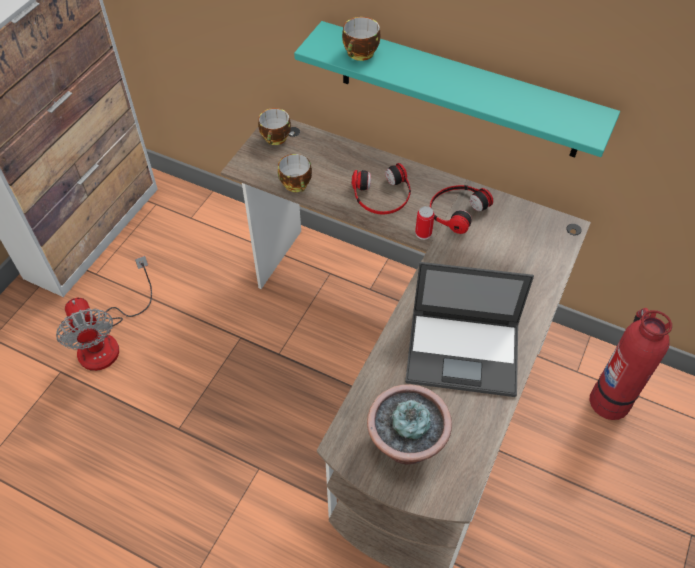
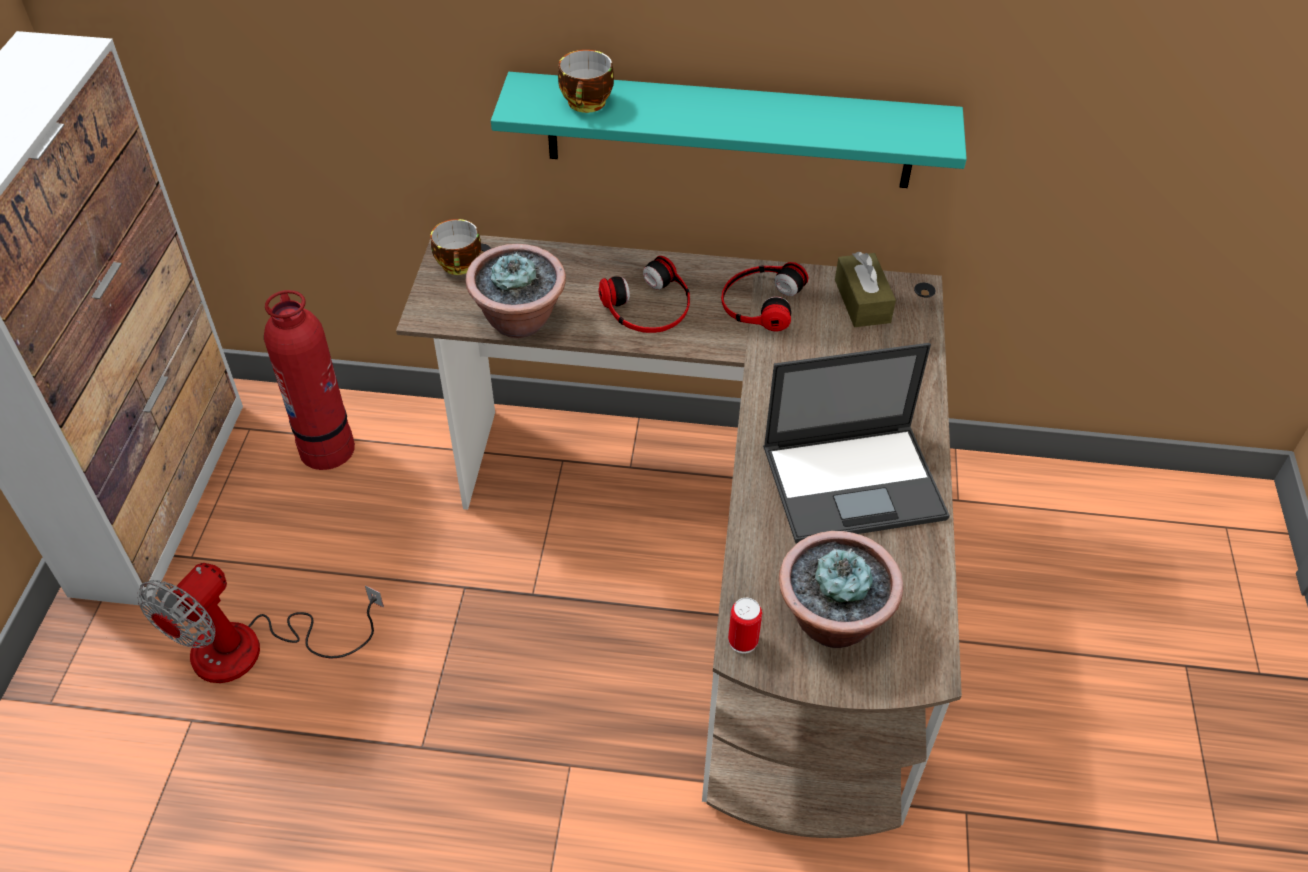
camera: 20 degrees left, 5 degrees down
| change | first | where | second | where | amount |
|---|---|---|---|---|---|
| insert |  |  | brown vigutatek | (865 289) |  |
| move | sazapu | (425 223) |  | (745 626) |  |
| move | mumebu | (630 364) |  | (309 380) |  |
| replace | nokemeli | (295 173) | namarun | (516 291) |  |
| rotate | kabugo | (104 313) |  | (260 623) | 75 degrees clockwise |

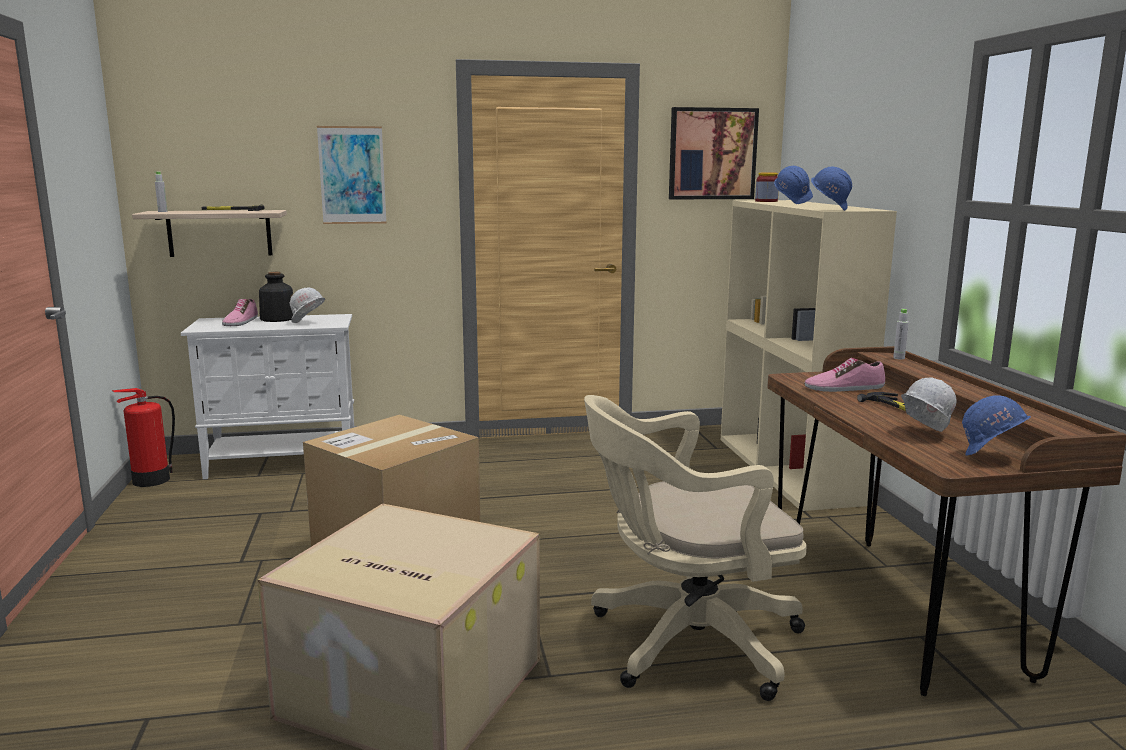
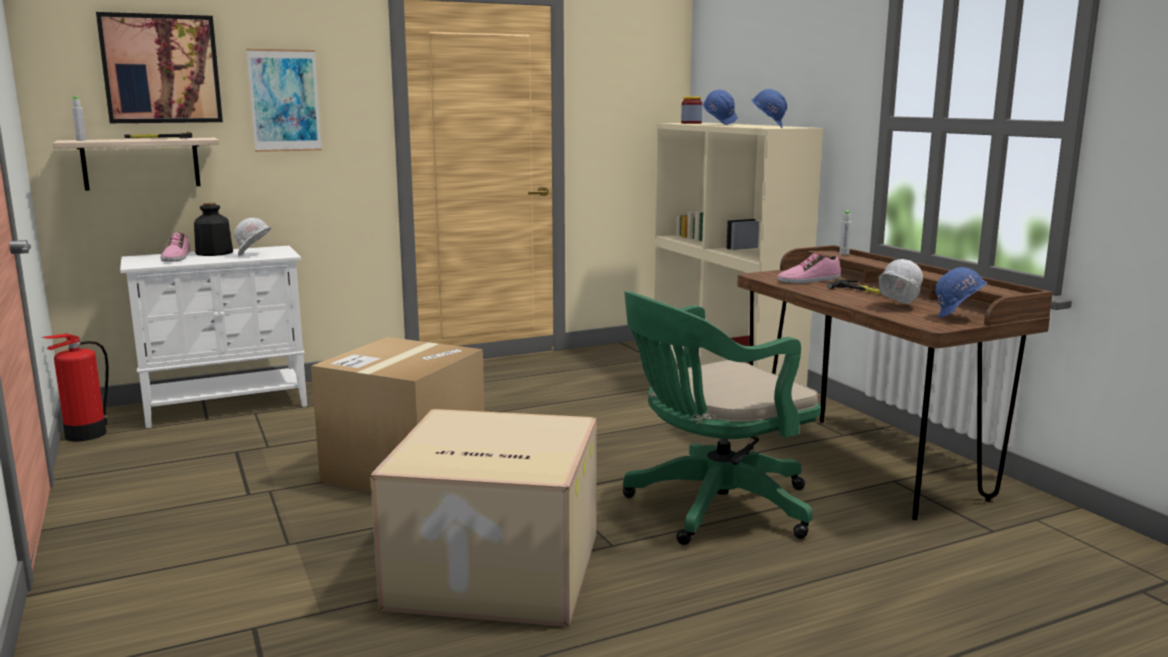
camera: 15 degrees left, 0 degrees up
| change | first | where | second | where | amount |
|---|---|---|---|---|---|
| move | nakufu | (714 153) |  | (159 67) |  |
| recolor | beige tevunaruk | (695 548) | green tevunaruk | (722 418) |  |

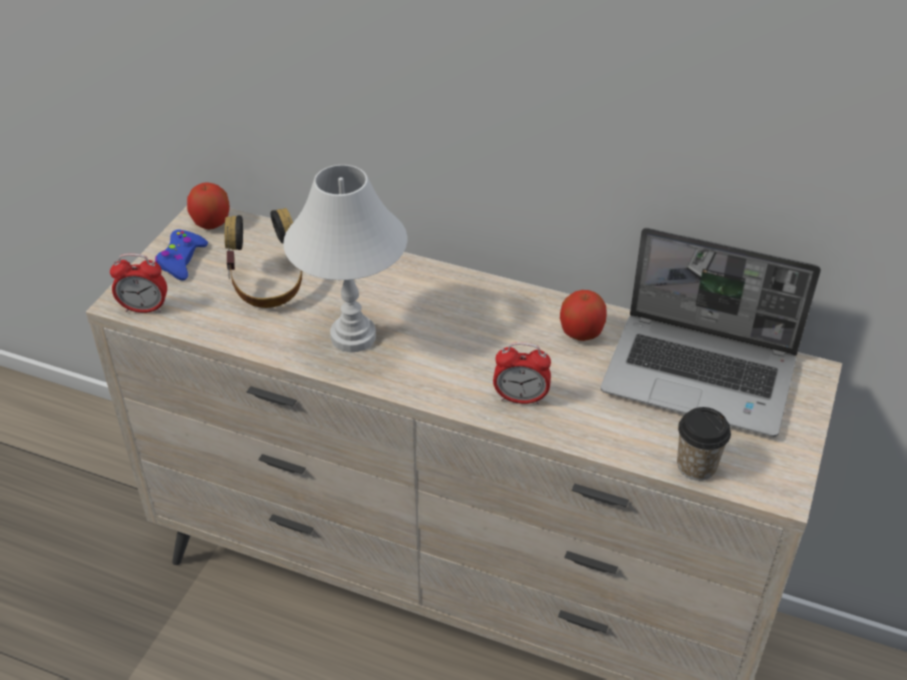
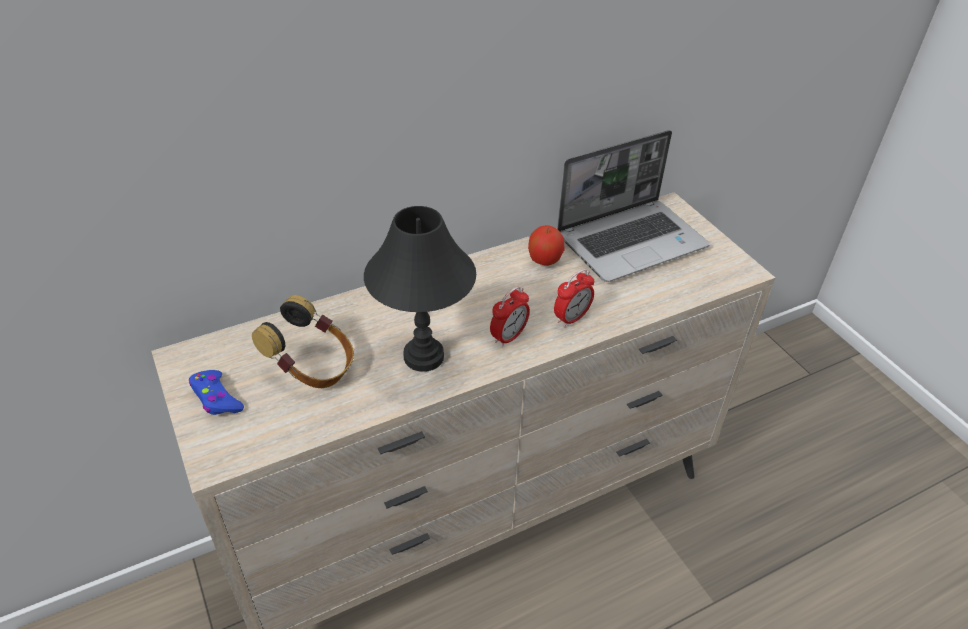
camera: 50 degrees left, 0 degrees up
| change | first | where | second | where | amount |
|---|---|---|---|---|---|
| delete | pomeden | (208 206) |  |  |  |
| delete | nokemeli | (704 444) |  |  |  |
| move | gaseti | (138 283) |  | (510 317) |  |
| recolor | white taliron | (345 258) | black taliron | (420 289) |  |

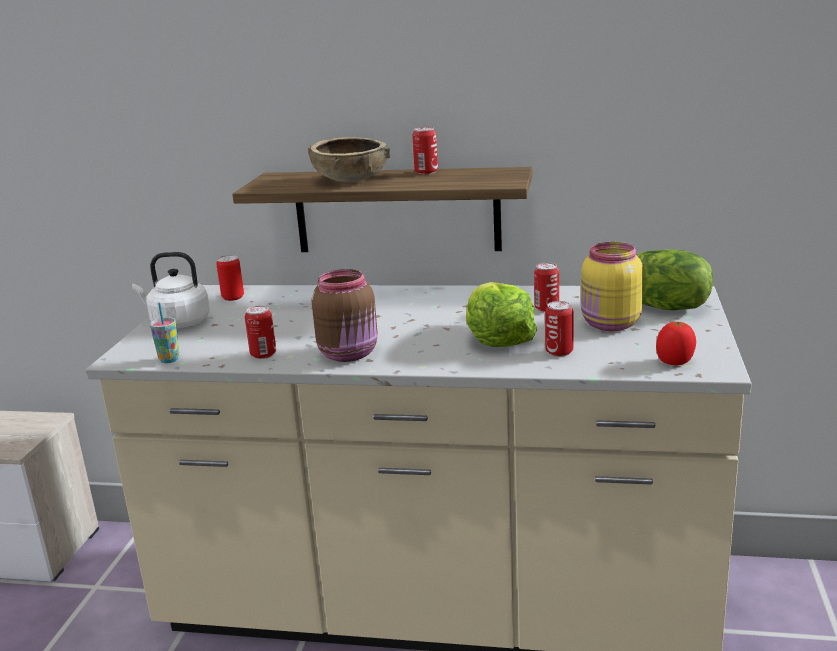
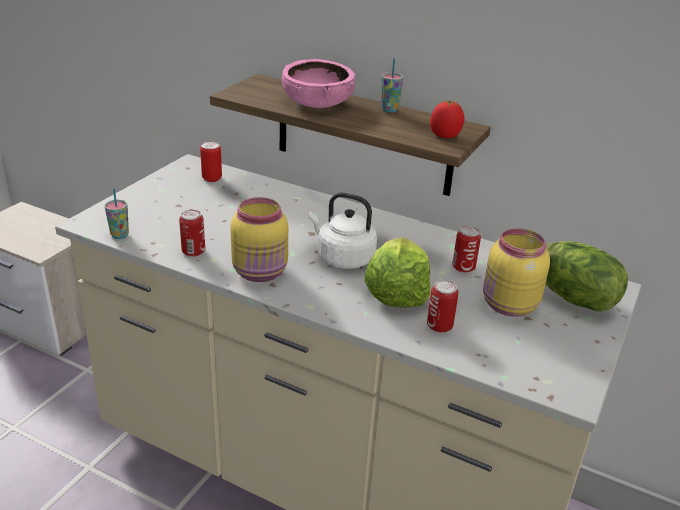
camera: 15 degrees right, 10 degrees up
| change | first | where | second | where | amount |
|---|---|---|---|---|---|
| move | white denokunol | (171 290) |  | (342 230) |  |
| move | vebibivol | (676 343) |  | (447 119) |  |
| replace | sazapu | (425 150) | nokemeli | (392 85) |  |
| recolor | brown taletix | (349 159) | pink taletix | (318 83) |  |
| recolor | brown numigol | (345 315) | yellow numigol | (259 239) |  |

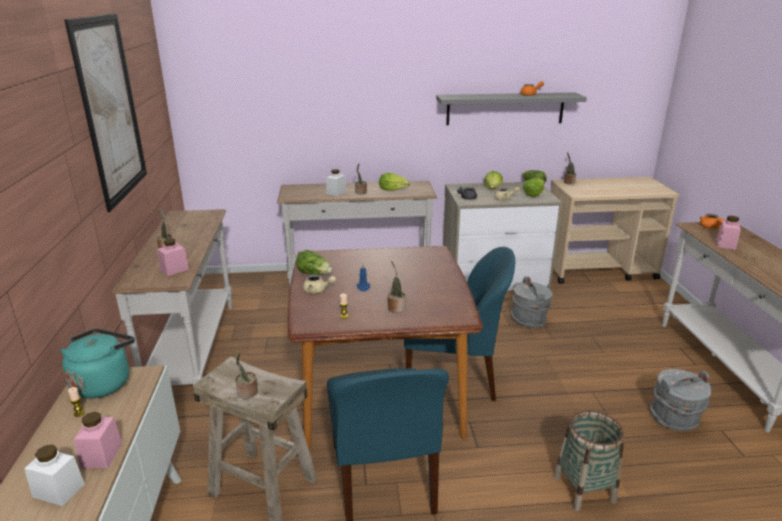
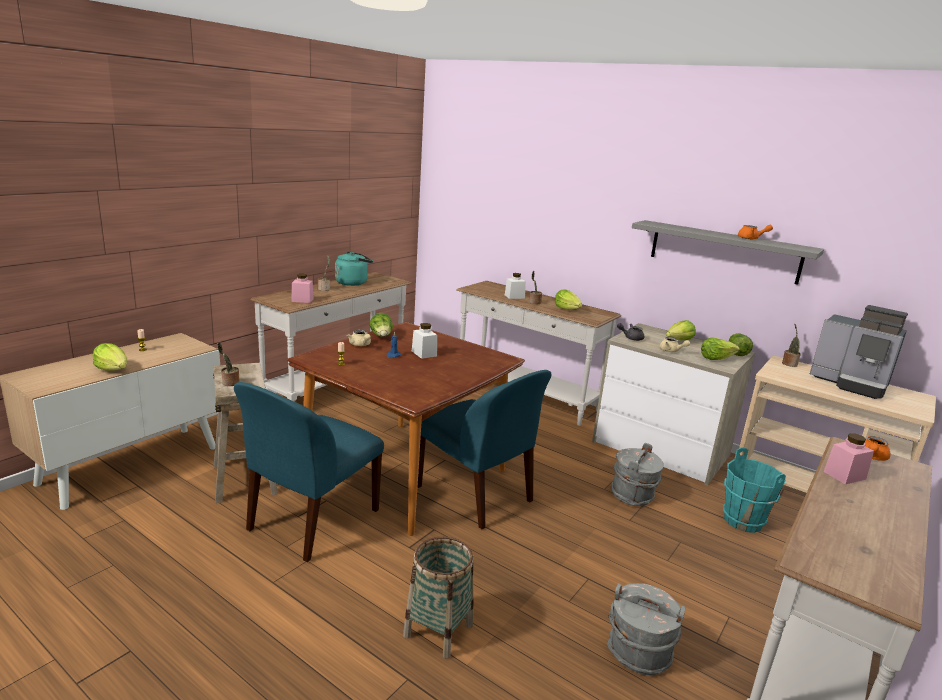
camera: 40 degrees right, 5 degrees down
| change | first | where | second | where | amount |
|---|---|---|---|---|---|
| delete | nakufu | (105 112) |  |  |  |
| delete | namarun | (396 287) |  |  |  |
| insert |  |  | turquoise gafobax | (754 490) |  |
| insert |  |  | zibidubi | (859 352) |  |
| move | white numigol | (54 475) |  | (424 341) |  |
| move | turquoise denokunol | (98 364) |  | (354 268) |  |
| replace | pink numigol | (98 440) | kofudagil | (110 357) |  |

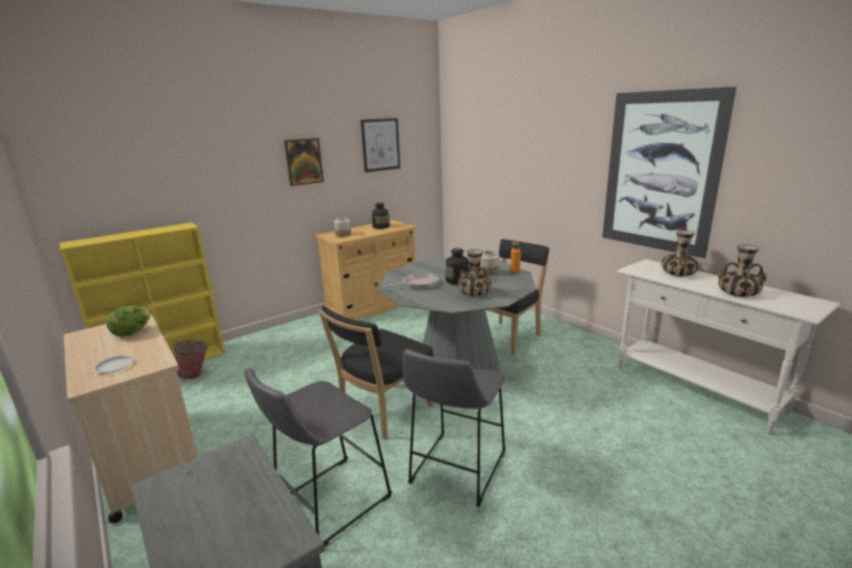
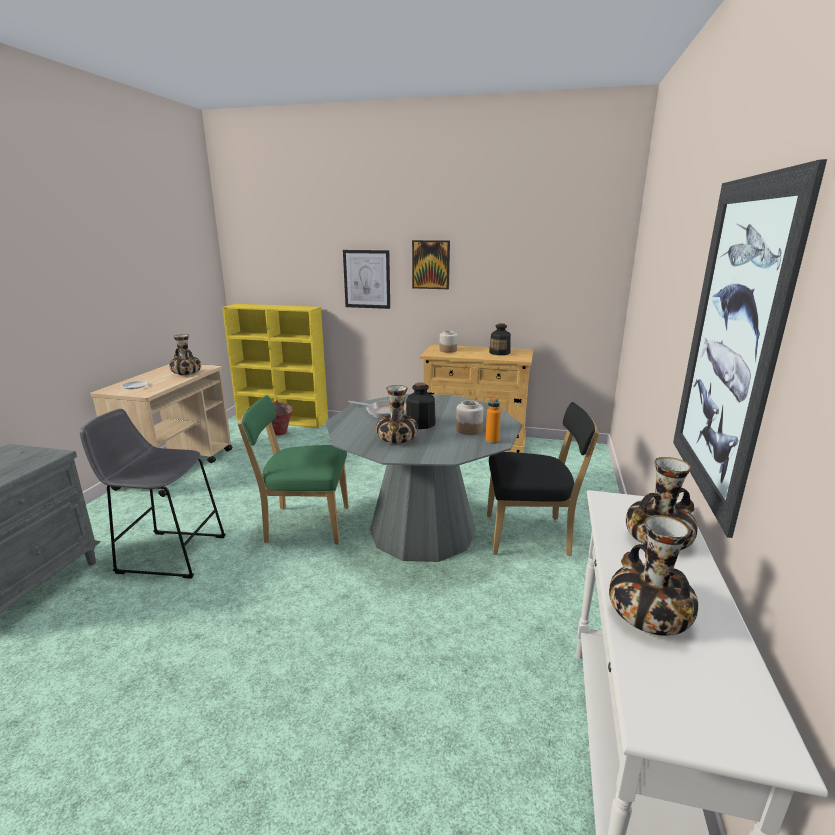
camera: 50 degrees right, 0 degrees up
| change | first | where | second | where | amount |
|---|---|---|---|---|---|
| delete | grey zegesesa | (454 428) |  |  |  |
| move | nakufu | (380 145) |  | (366 279) |  |
| replace | kofudagil | (128 321) | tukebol | (185 354) |  |
| recolor | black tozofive | (376 372) | green tozofive | (293 469) |  |

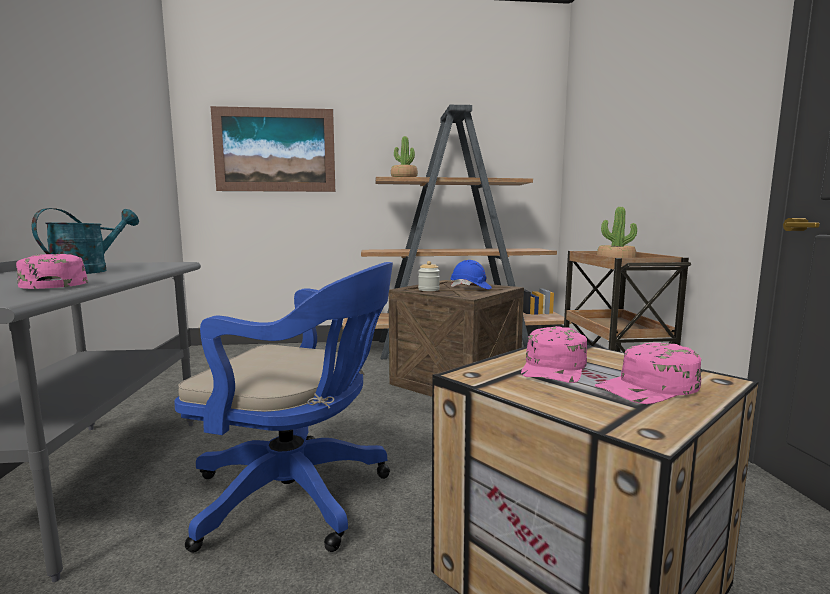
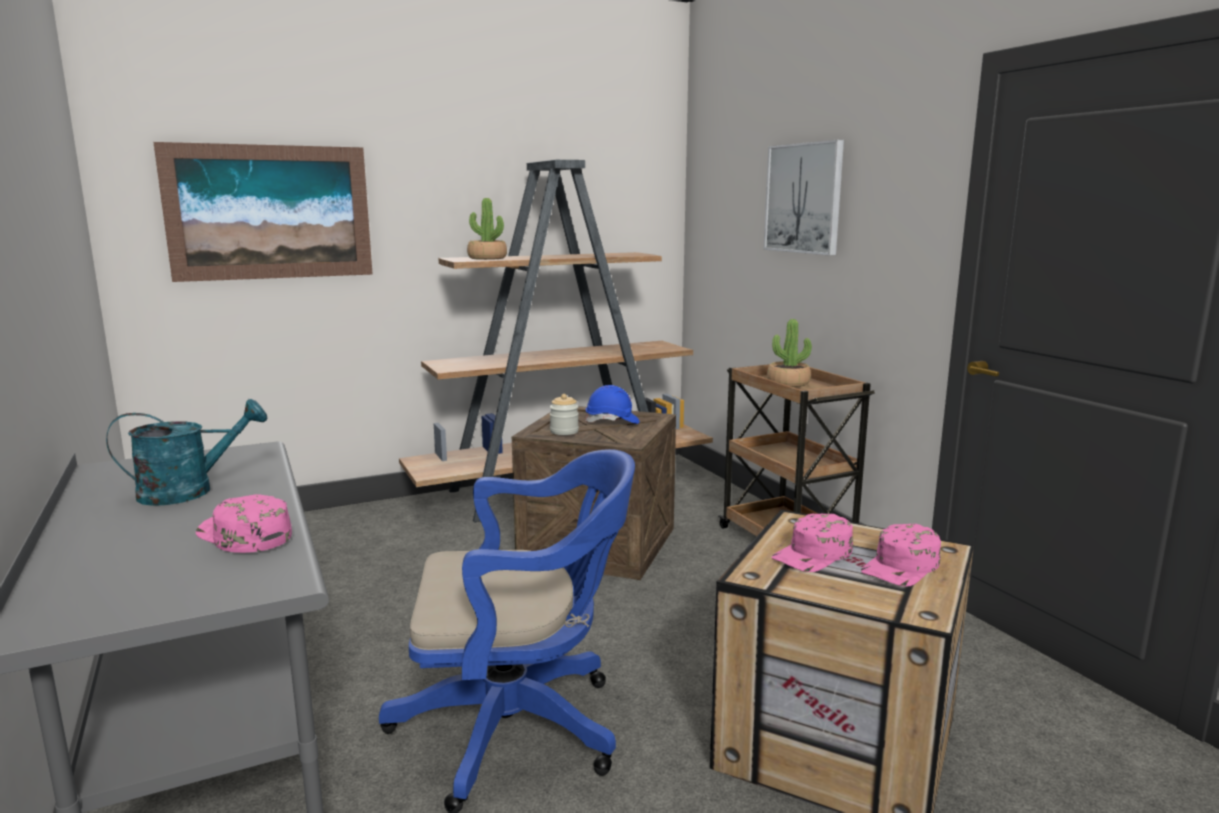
camera: 20 degrees left, 5 degrees up
| change | first | where | second | where | amount |
|---|---|---|---|---|---|
| insert |  |  | nakufu | (803 198) |  |
| rotate | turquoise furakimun | (85 241) |  | (186 452) | 60 degrees clockwise |
| rotate | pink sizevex | (554 354) |  | (812 543) | 45 degrees clockwise |

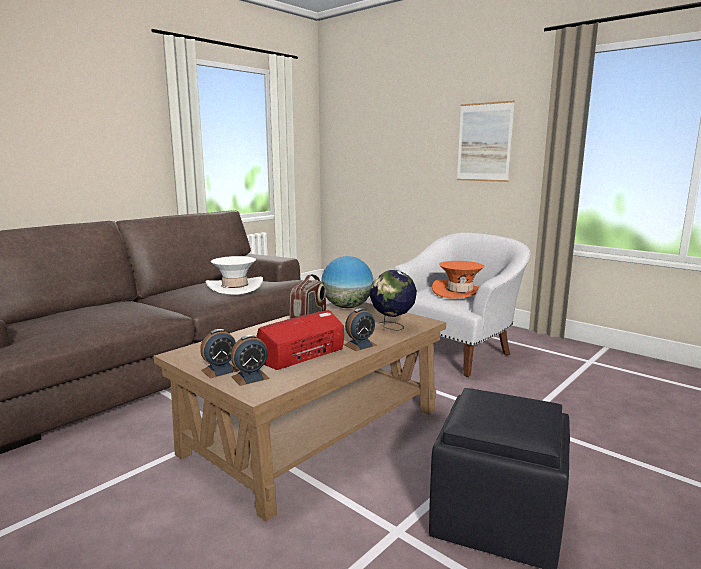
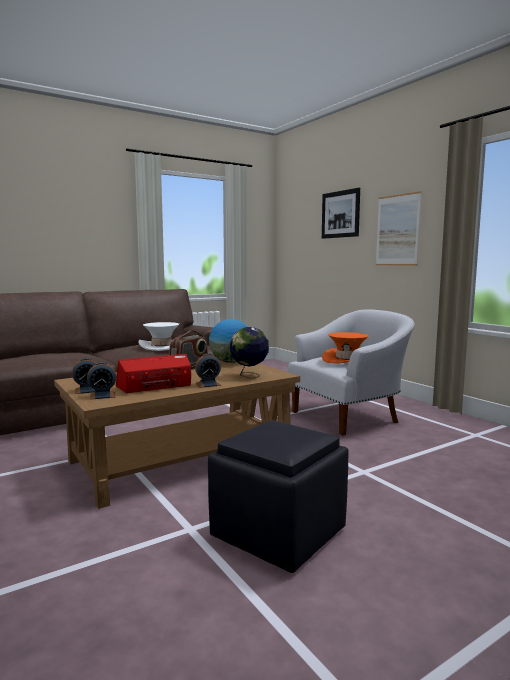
camera: 15 degrees right, 5 degrees down
| change | first | where | second | where | amount |
|---|---|---|---|---|---|
| insert |  |  | nakufu | (341 213) |  |

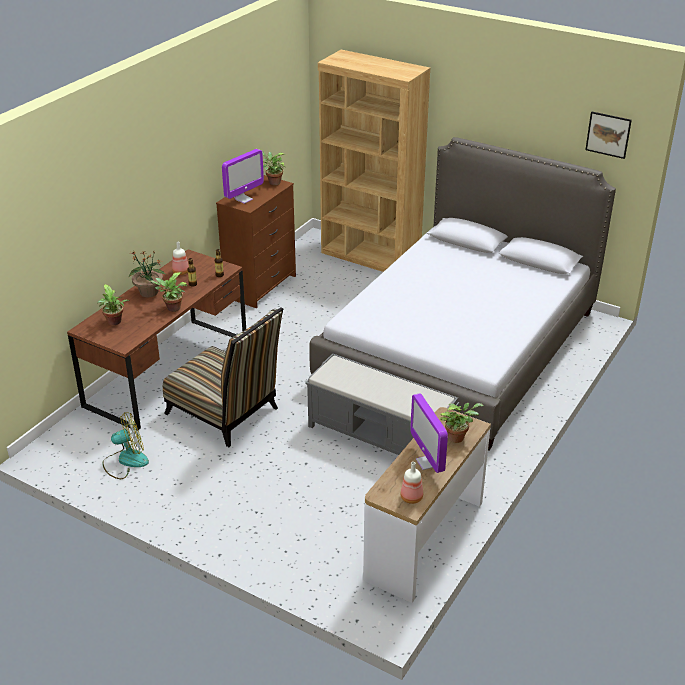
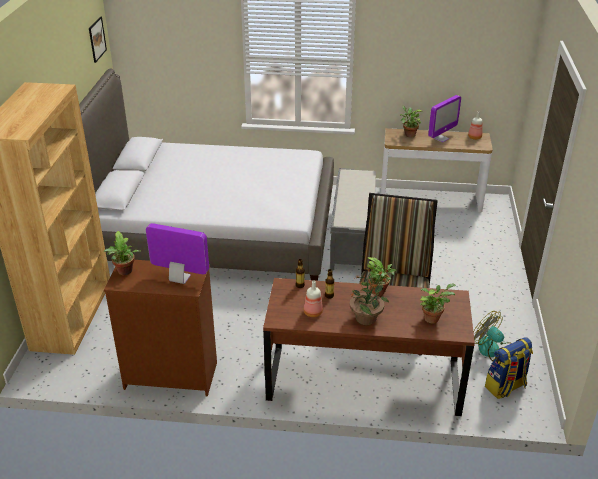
camera: 115 degrees left, 0 degrees up
| change | first | where | second | where | amount |
|---|---|---|---|---|---|
| insert |  |  | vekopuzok | (509 368) |  |

